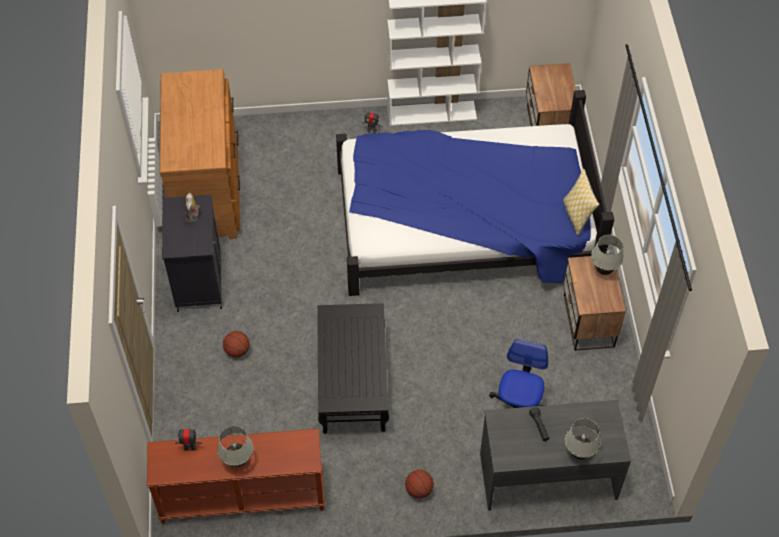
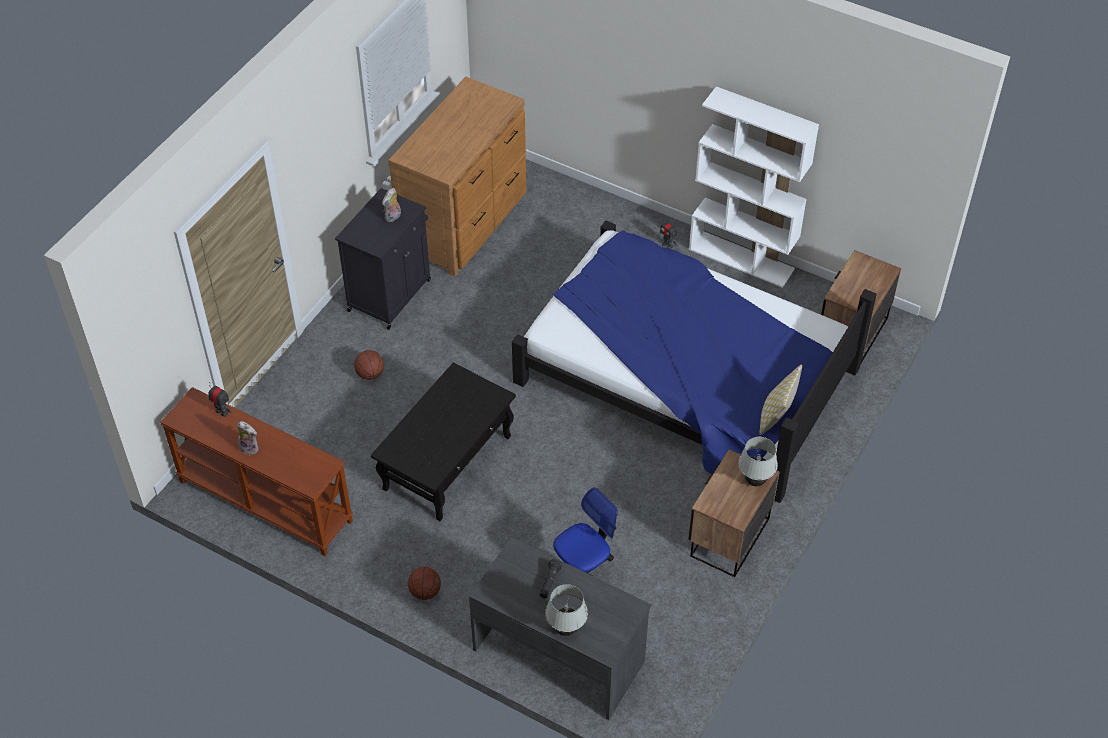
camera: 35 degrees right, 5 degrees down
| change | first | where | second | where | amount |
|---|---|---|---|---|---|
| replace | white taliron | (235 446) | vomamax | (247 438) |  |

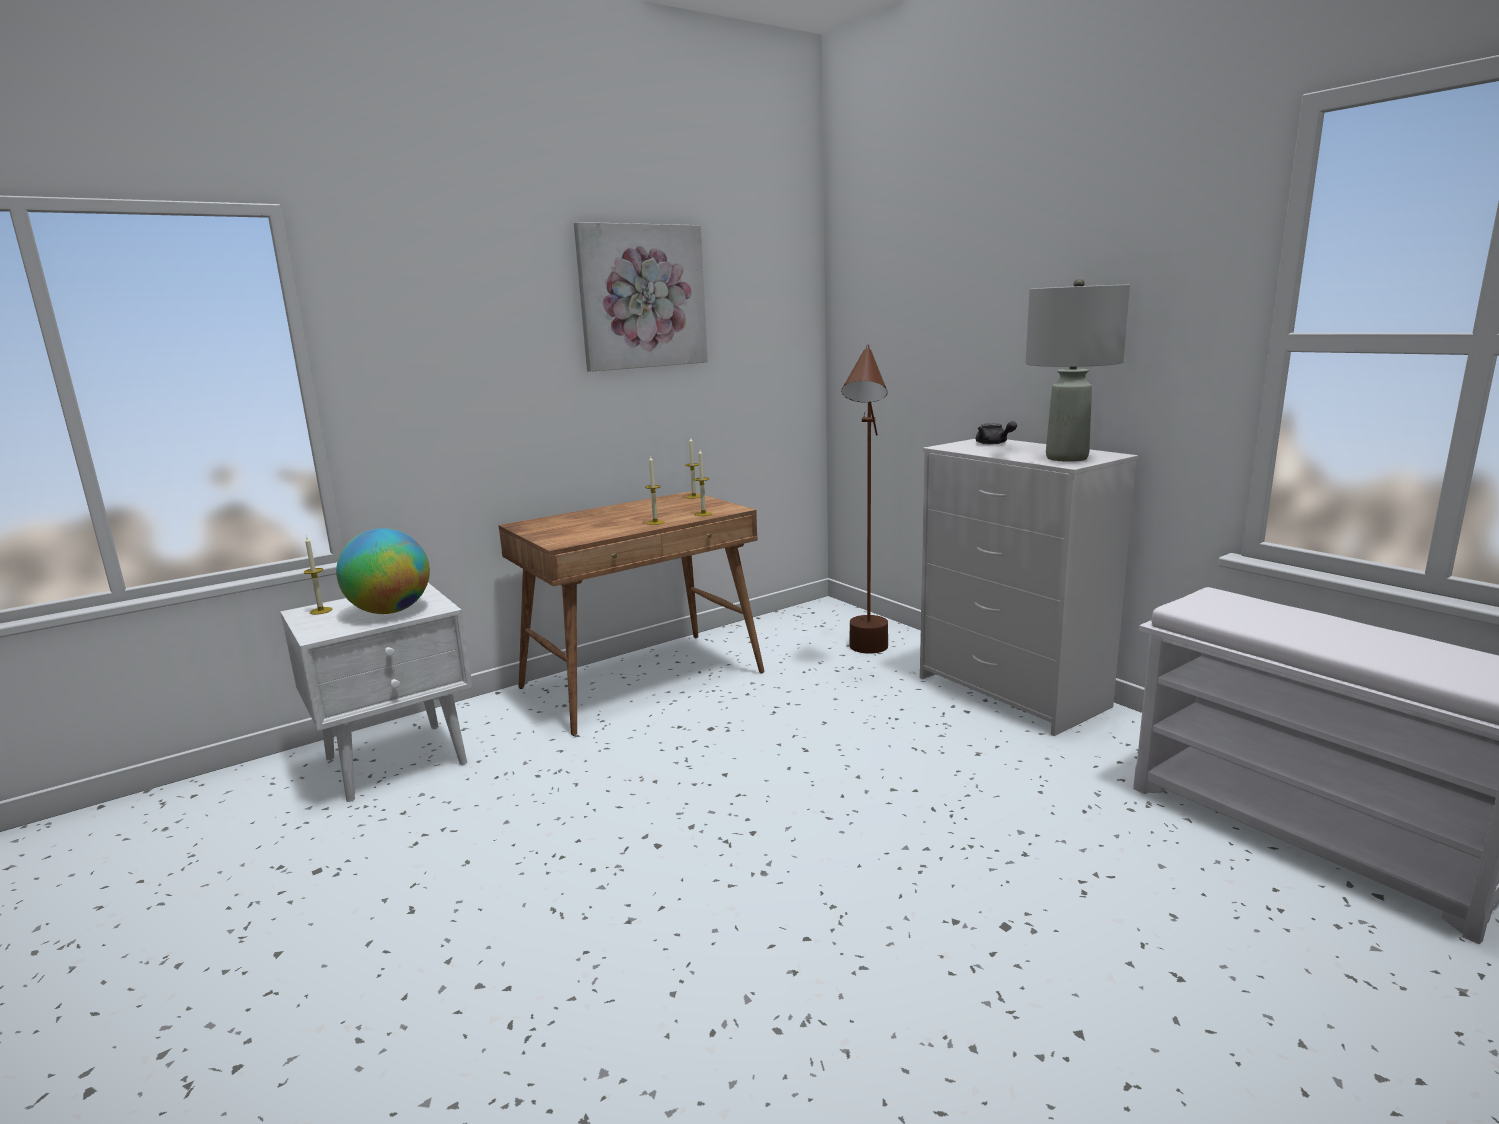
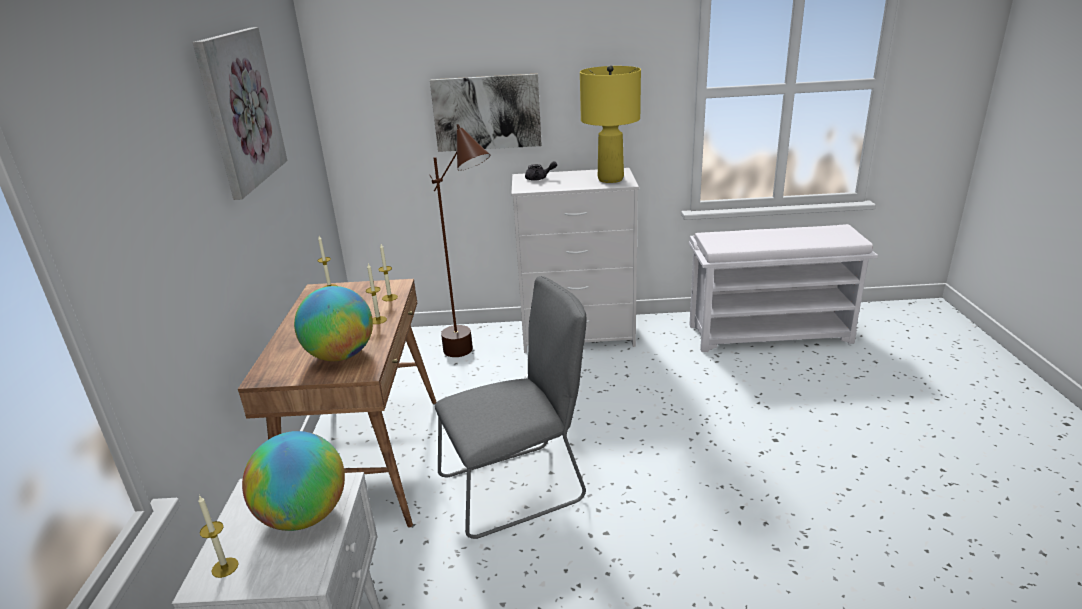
camera: 55 degrees left, 10 degrees up
| change | first | where | second | where | amount |
|---|---|---|---|---|---|
| insert |  |  | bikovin | (333 323) |  |
| insert |  |  | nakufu | (486 112) |  |
| insert |  |  | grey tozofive | (511 407) |  |
| recolor | grey taliron | (1077 370) | yellow taliron | (610 124) |  |

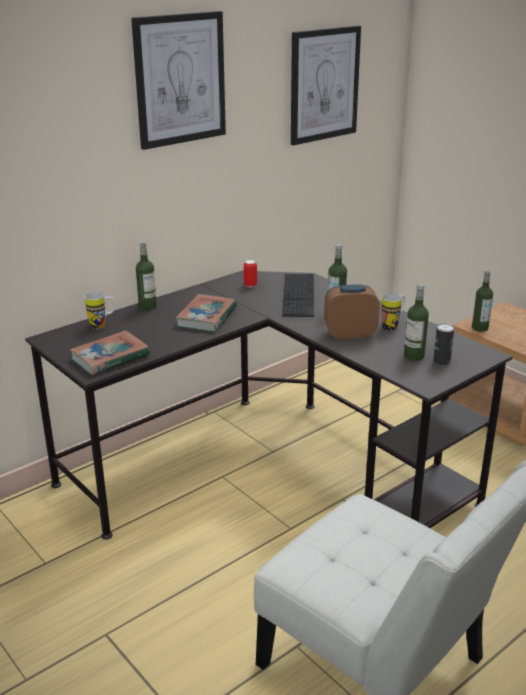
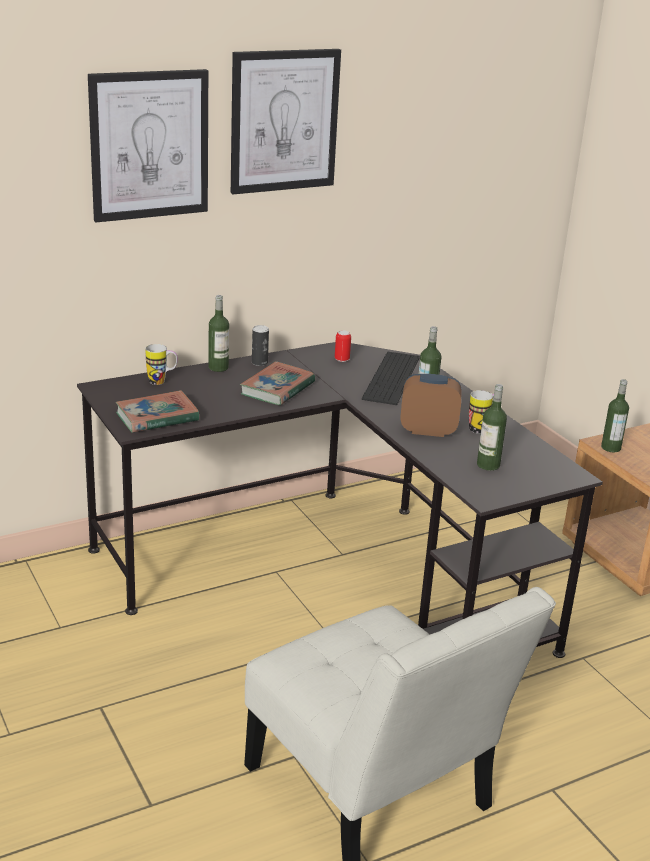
camera: 10 degrees right, 0 degrees up
| change | first | where | second | where | amount |
|---|---|---|---|---|---|
| move | nakufu | (326 85) |  | (148 145) |  |
| move | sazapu | (443 344) |  | (260 345) |  |

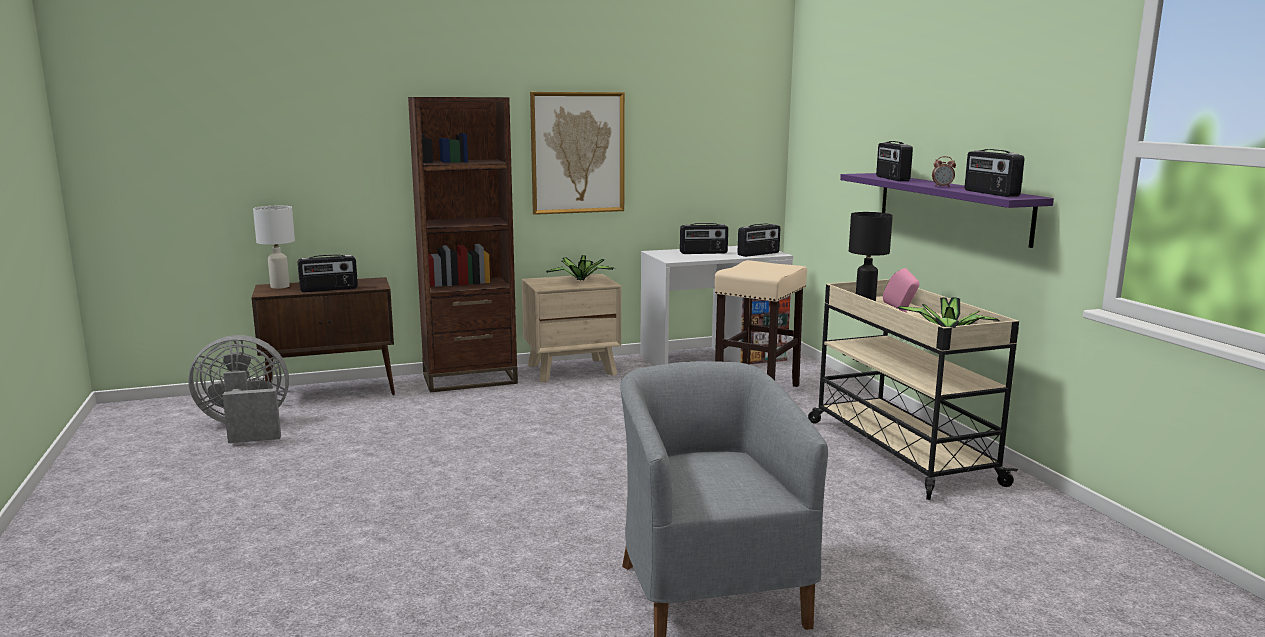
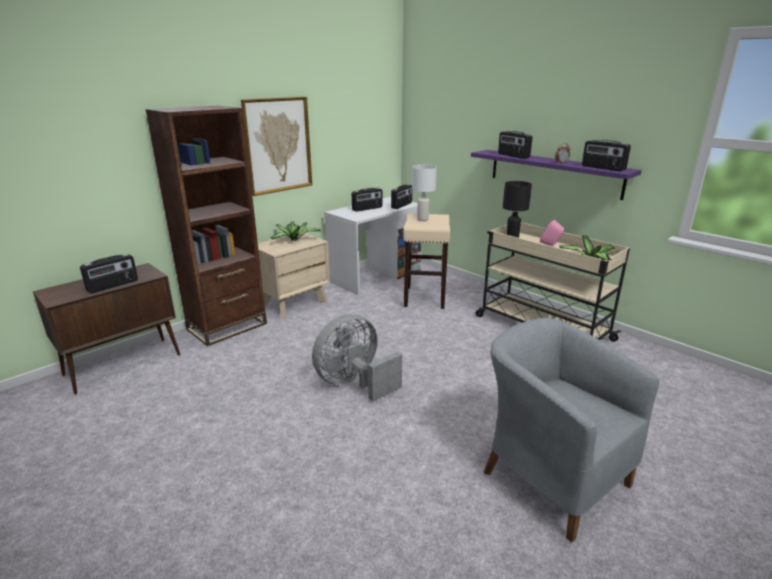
camera: 25 degrees left, 10 degrees up
| change | first | where | second | where | amount |
|---|---|---|---|---|---|
| move | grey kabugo | (238 389) |  | (357 357) |  |
| move | white taliron | (274 247) |  | (424 193) |  |

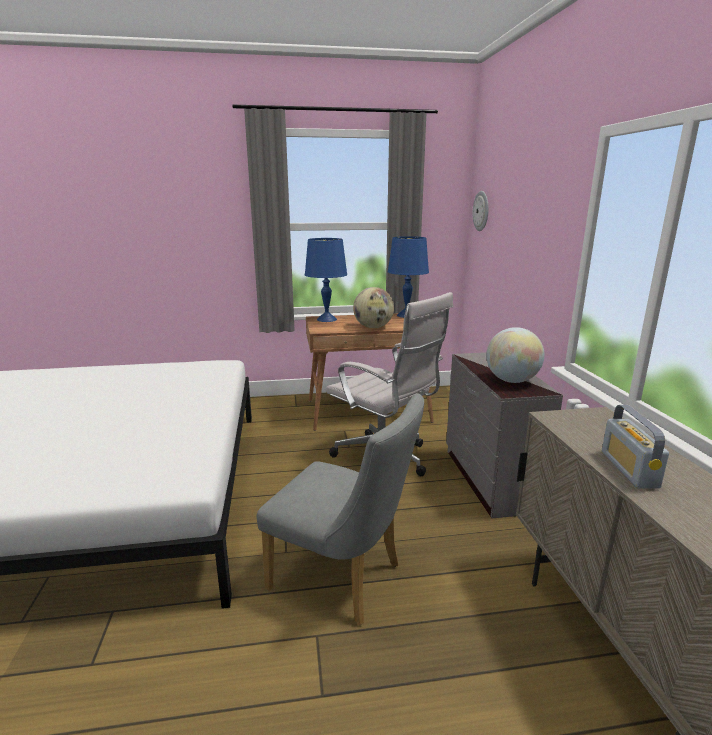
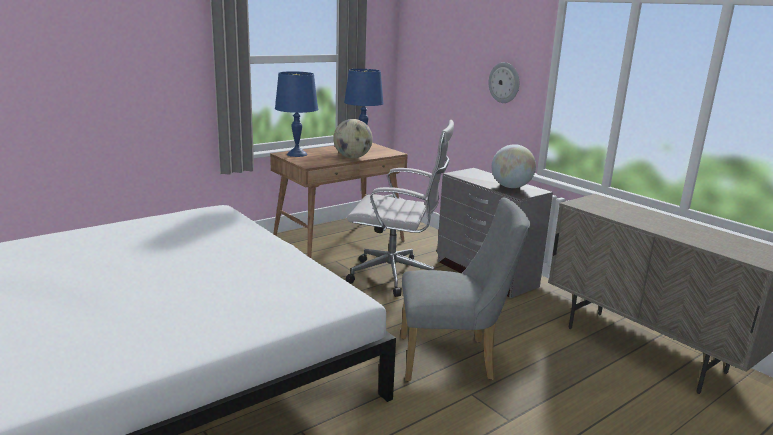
camera: 30 degrees left, 0 degrees up
| change | first | where | second | where | amount |
|---|---|---|---|---|---|
| delete | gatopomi | (635 447) |  |  |  |
| move | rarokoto | (481 211) |  | (504 82) |  |

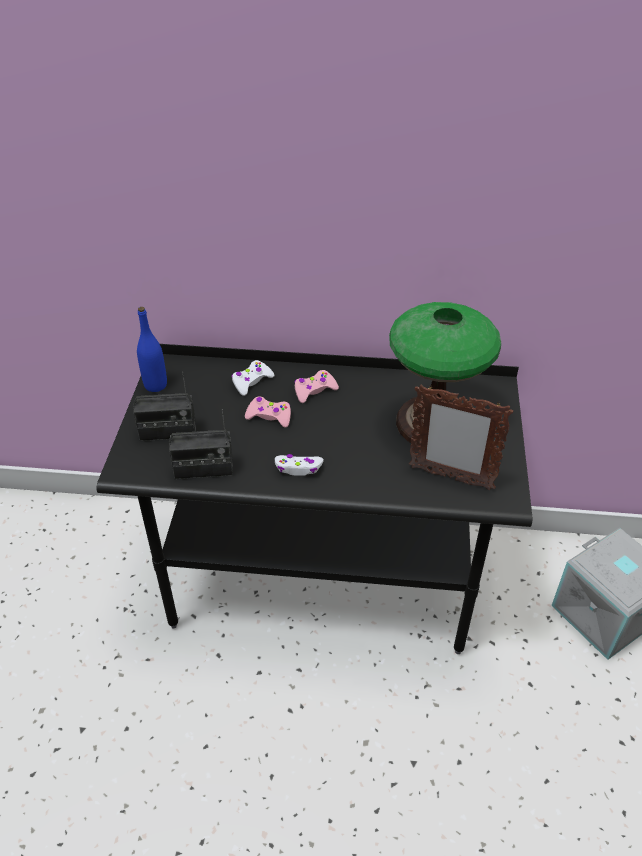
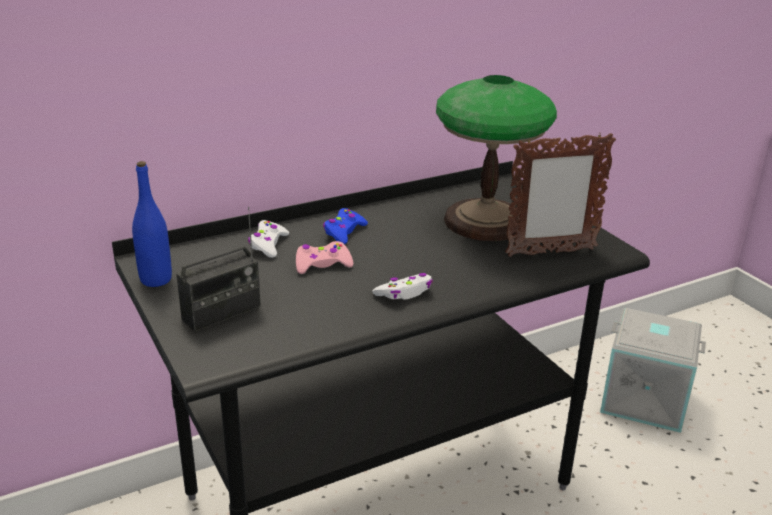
camera: 35 degrees left, 15 degrees down
| change | first | where | second | where | amount |
|---|---|---|---|---|---|
| delete | gatopomi | (201 444) |  |  |  |
| recolor | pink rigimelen | (316 386) | blue rigimelen | (345 226) |  |

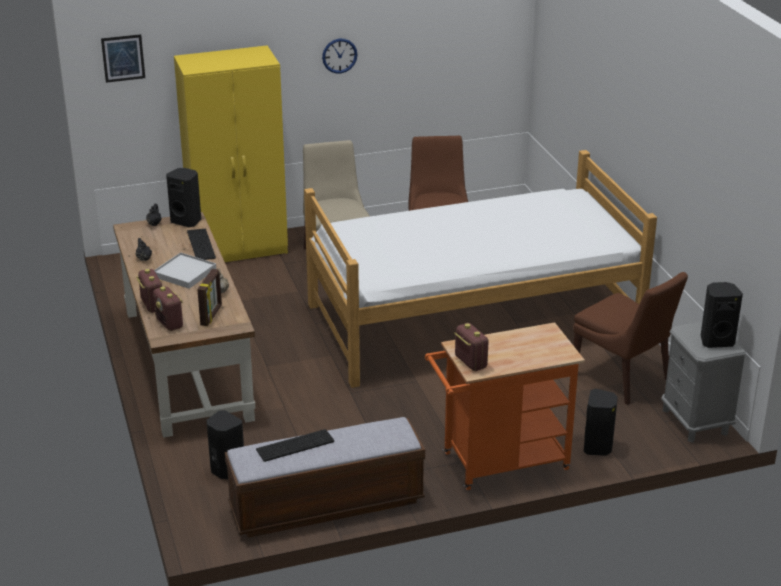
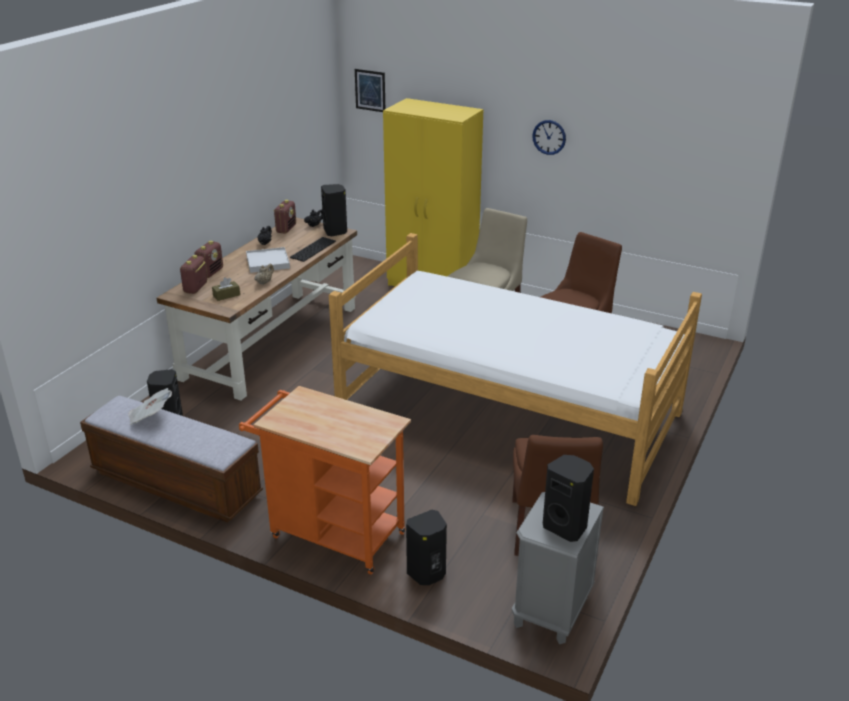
camera: 45 degrees right, 0 degrees up
| change | first | where | second | where | amount |
|---|---|---|---|---|---|
| move | gatopomi | (471 347) |  | (285 217) |  |
| replace | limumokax | (209 297) | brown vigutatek | (226 289) |  |
| replace | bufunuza | (295 445) | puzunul | (150 406) |  |

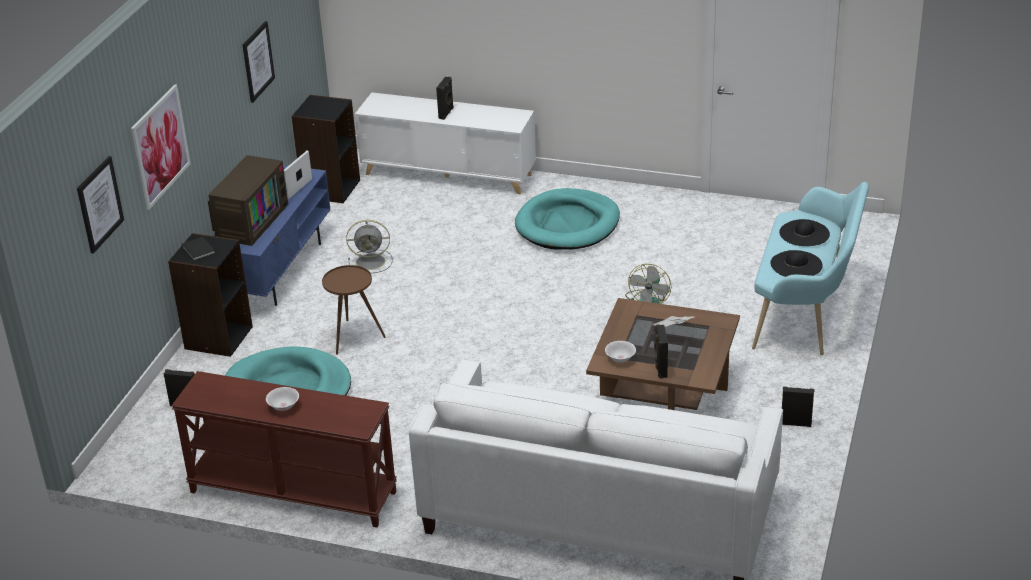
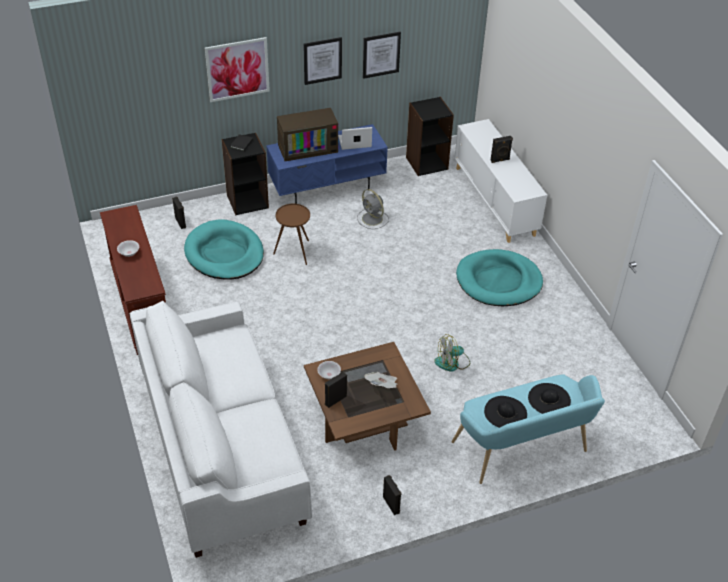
camera: 50 degrees right, 10 degrees up
| change | first | where | second | where | amount |
|---|---|---|---|---|---|
| move | nakufu | (100 204) |  | (322 61) |  |

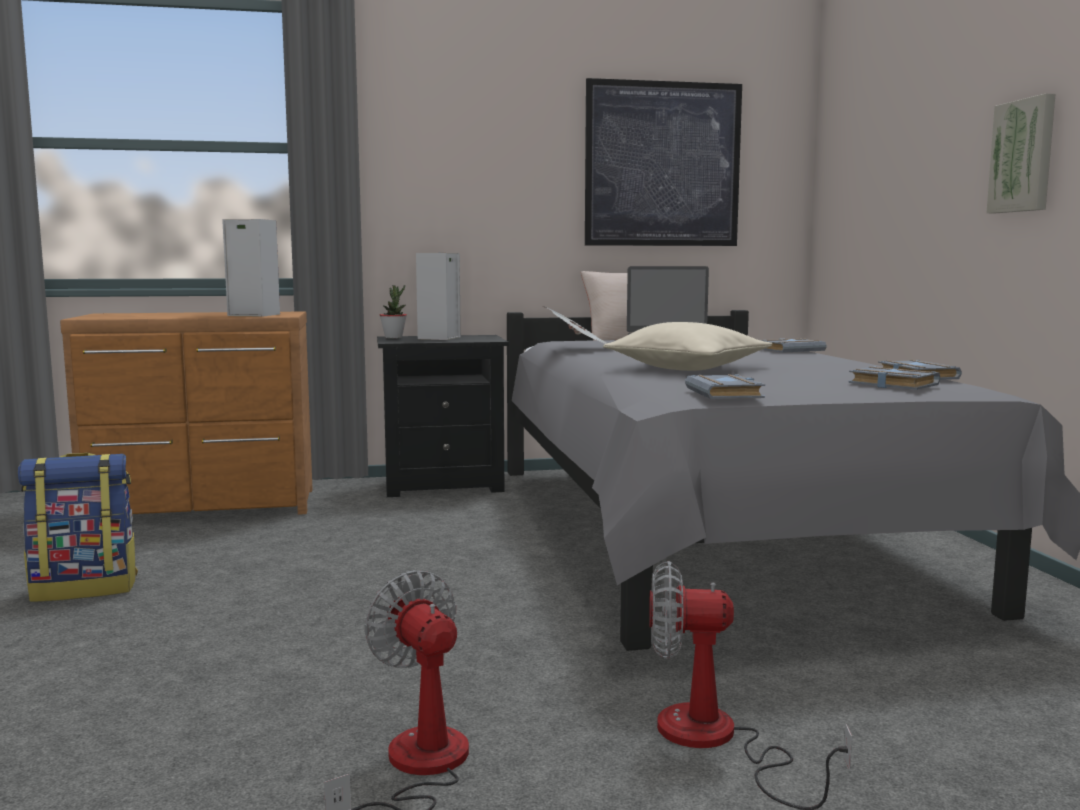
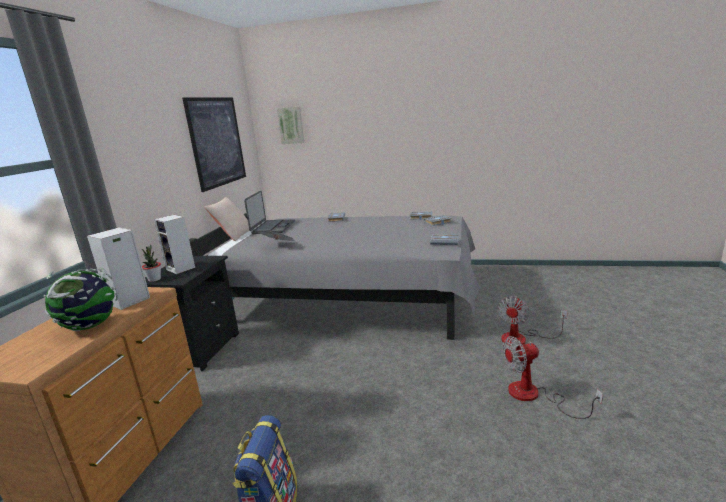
camera: 65 degrees left, 10 degrees up
| change | first | where | second | where | amount |
|---|---|---|---|---|---|
| delete | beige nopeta | (687 346) |  |  |  |
| insert |  |  | bikovin | (81 299) |  |
| move | nakufu | (1020 153) |  | (290 125) |  |

